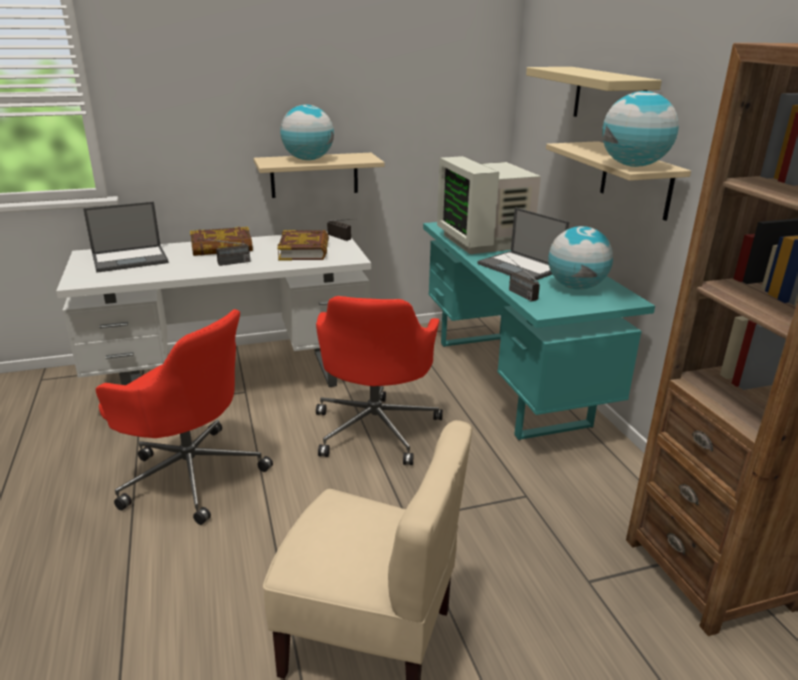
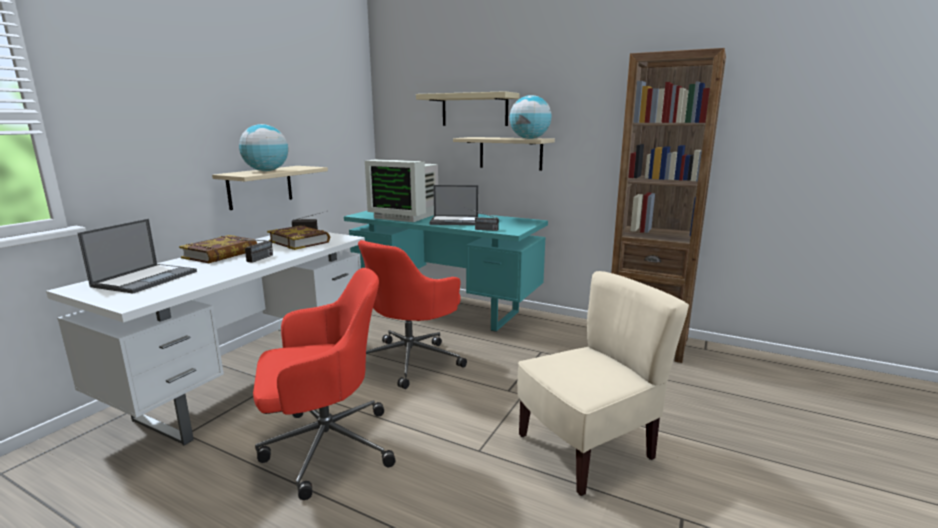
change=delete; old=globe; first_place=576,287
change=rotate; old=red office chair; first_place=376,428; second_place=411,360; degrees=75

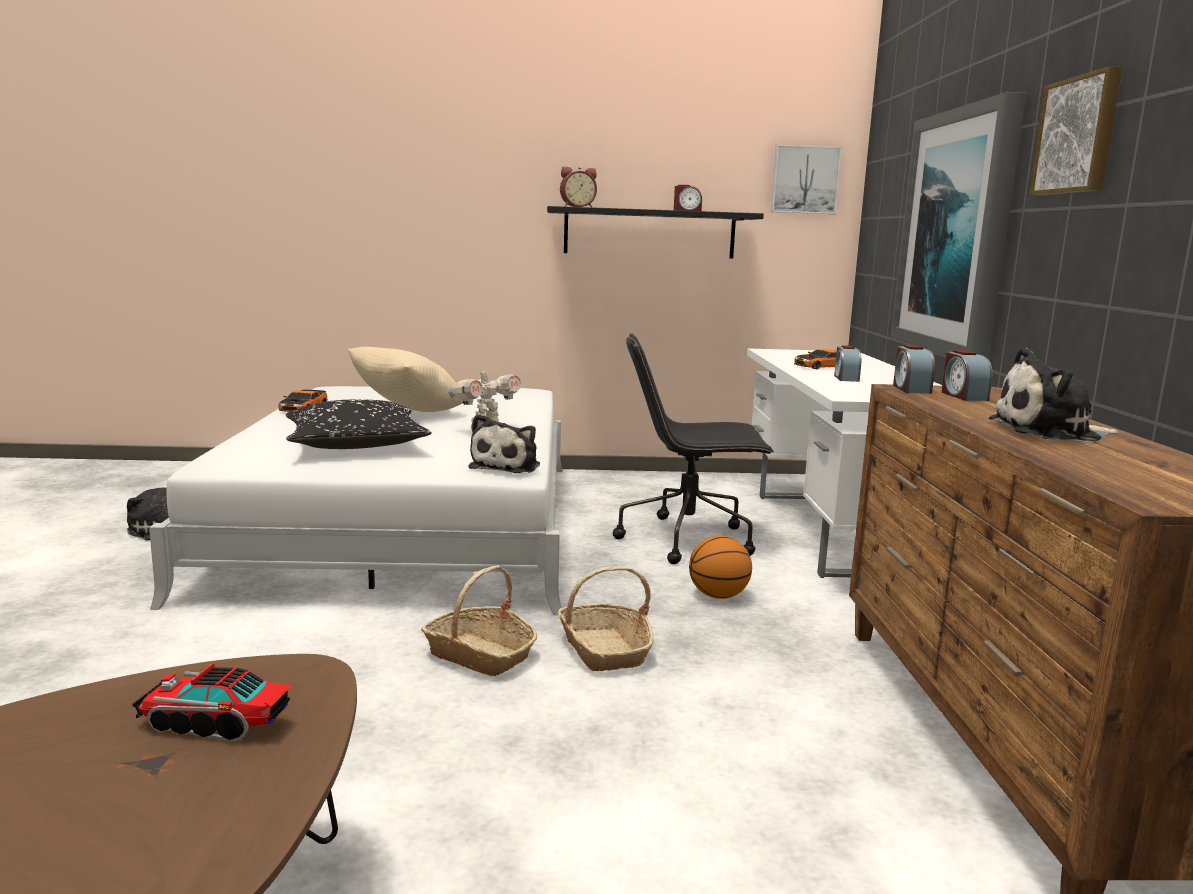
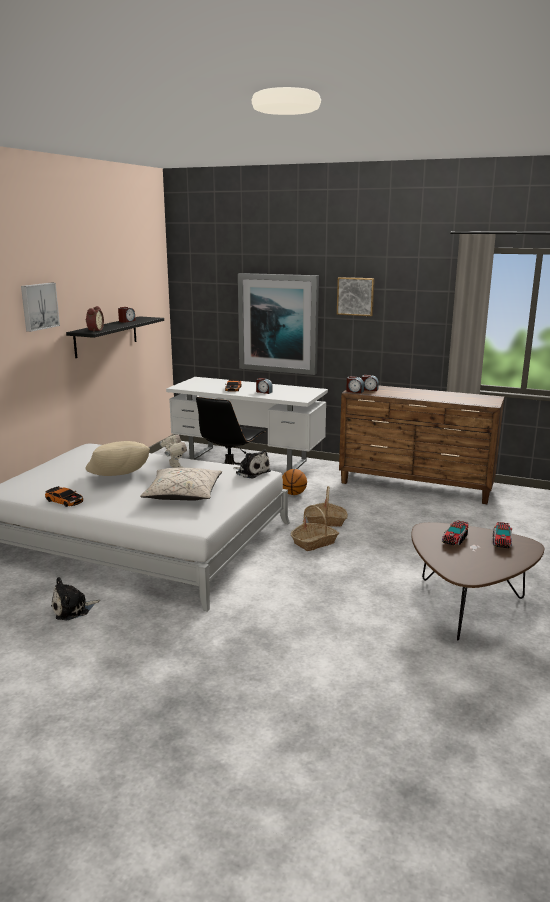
change=delete; old=plush toy; first_place=1050,432
change=insert; new=toy truck; second_place=501,541
change=move; old=picture; first_place=804,180; second_place=38,306
change=recolor; old=black pillow; new=beige pillow; first_place=355,445; second_place=183,495

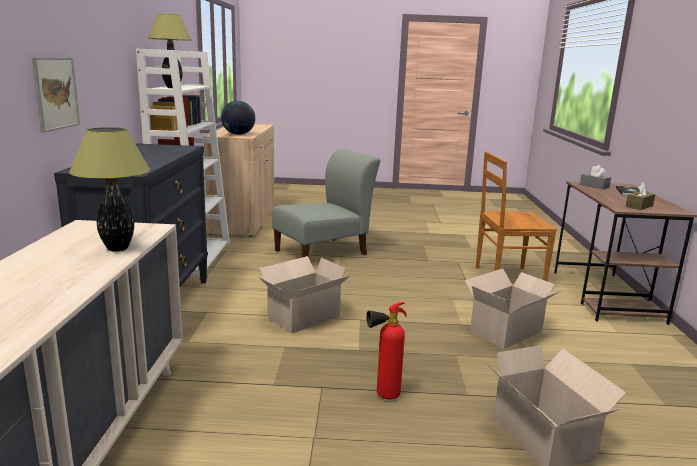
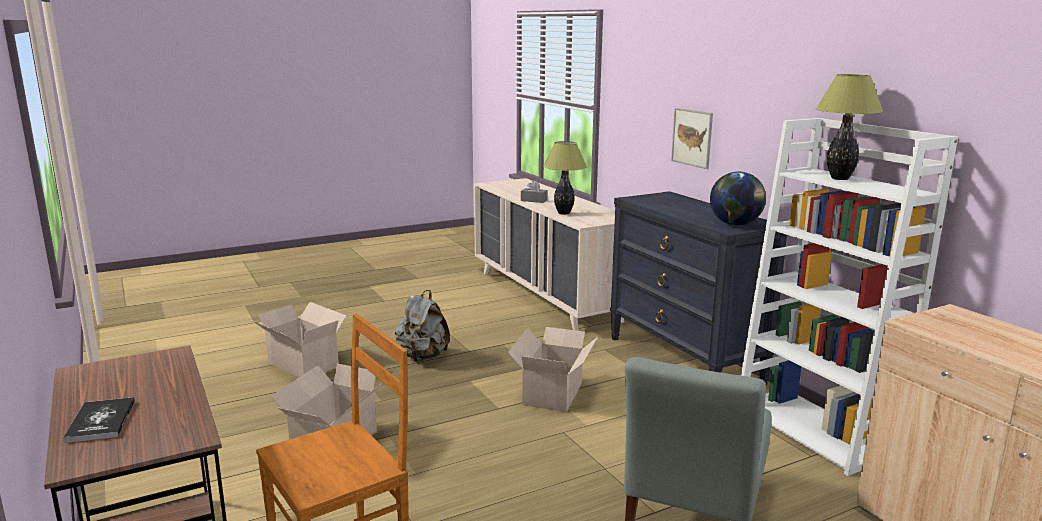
change=delete; old=brown tissue box; first_place=639,206
change=move; old=globe; first_place=238,134; second_place=735,224
change=move; old=grey tissue box; first_place=594,186; second_place=534,200
change=replace; old=fire extinguisher; new=grey backpack; first_place=382,396; second_place=423,357

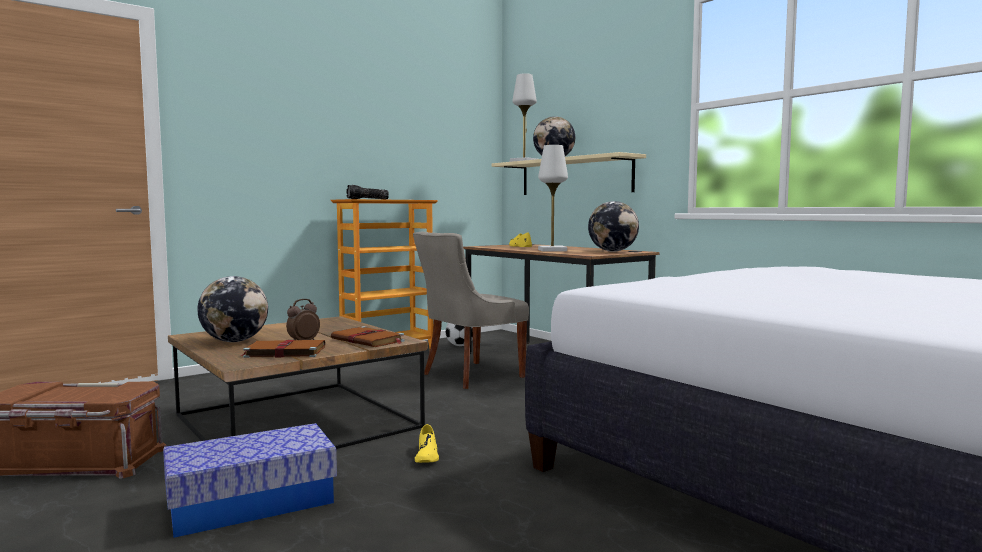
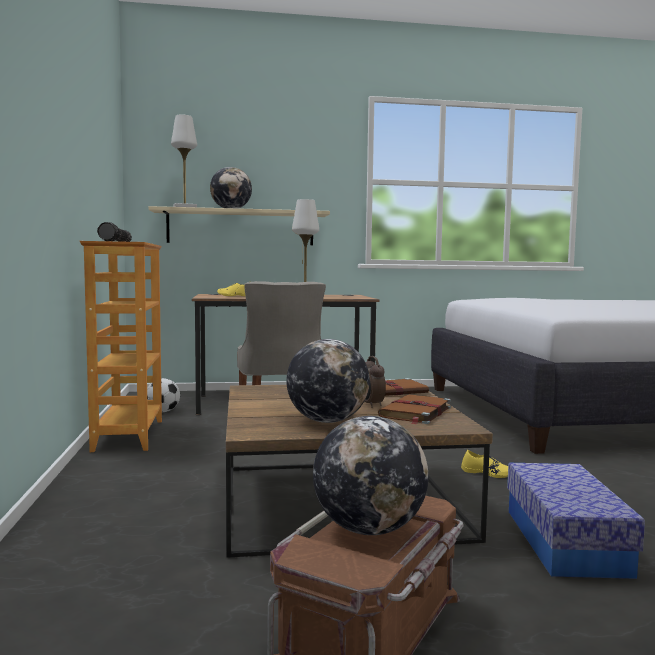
change=move; old=globe; first_place=612,251; second_place=368,529

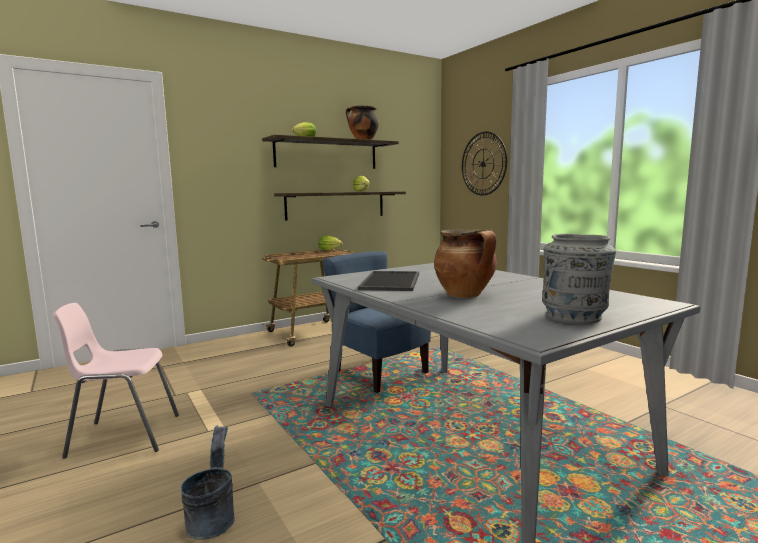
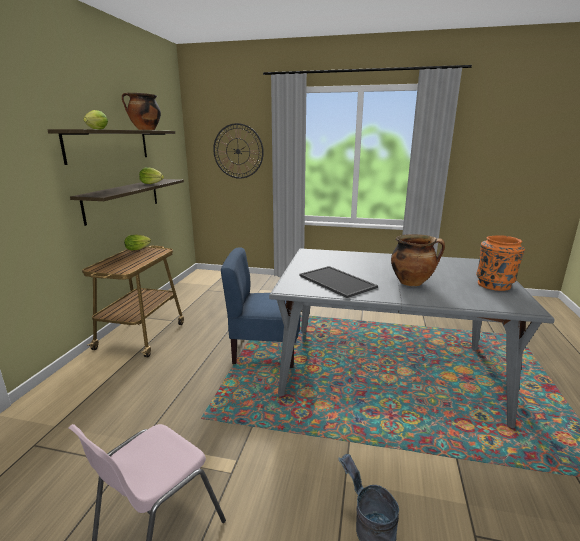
change=recolor; old=grey vase; new=orange vase; first_place=575,317; second_place=494,285

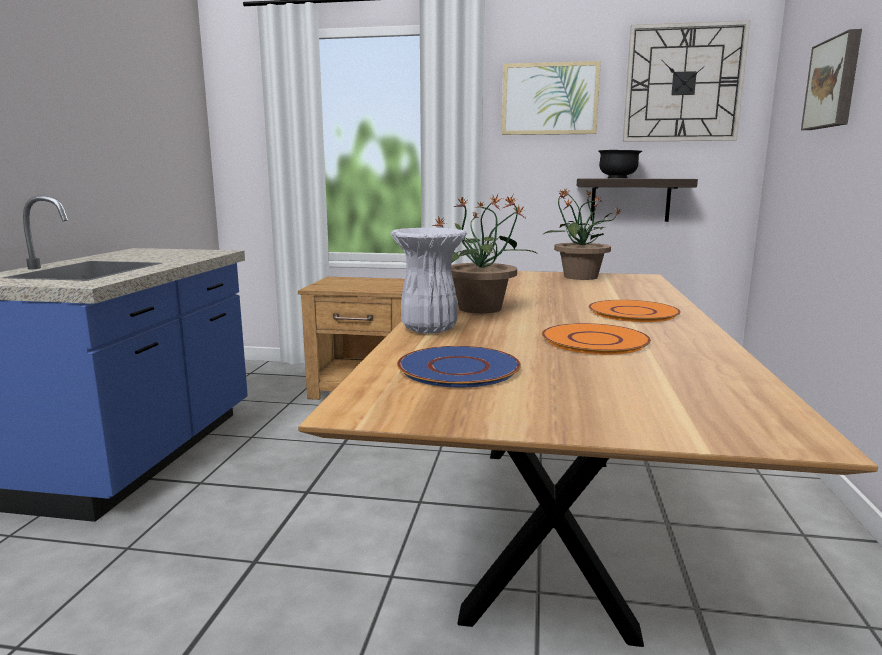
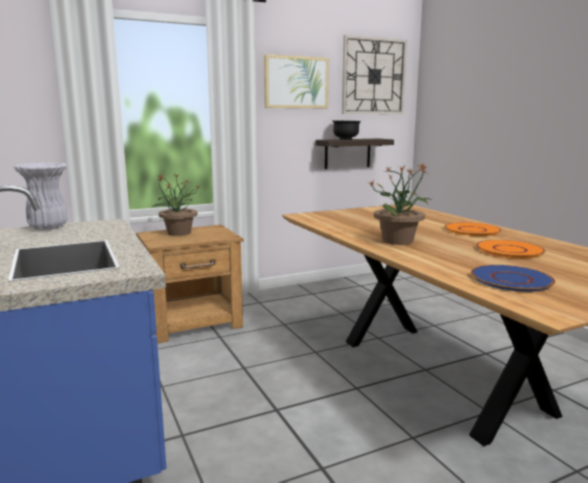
change=delete; old=picture; first_place=834,83
change=move; old=white vase; first_place=428,329; second_place=48,227
change=move; old=potted plant; first_place=579,277; second_place=178,233

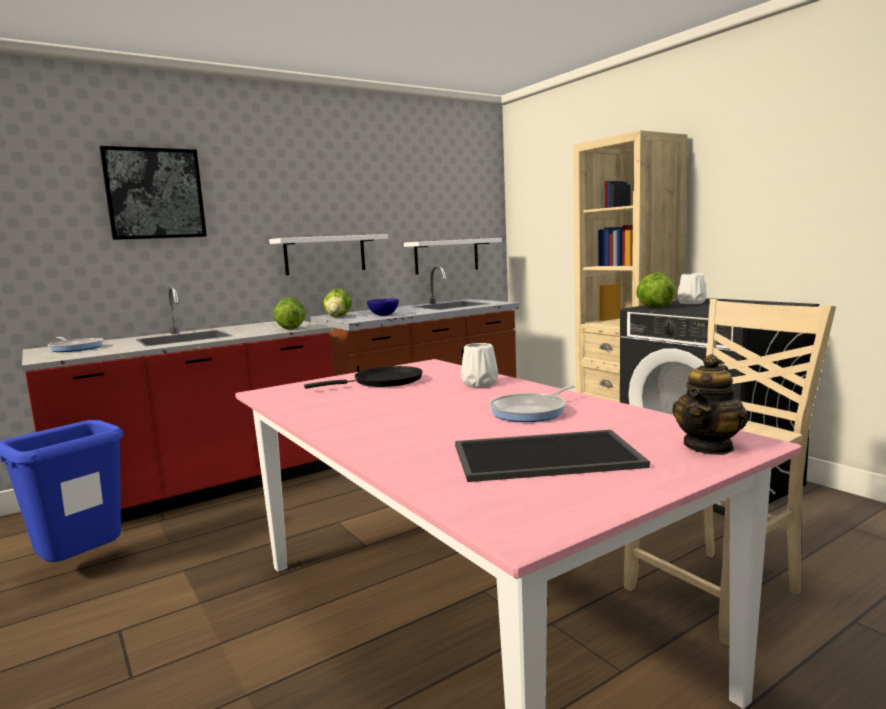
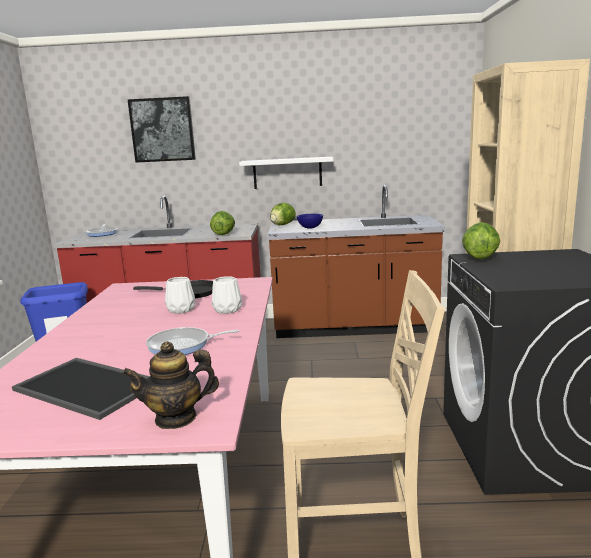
change=delete; old=white shelf; first_place=446,256
change=move; old=white vase; first_place=690,303; second_place=181,309

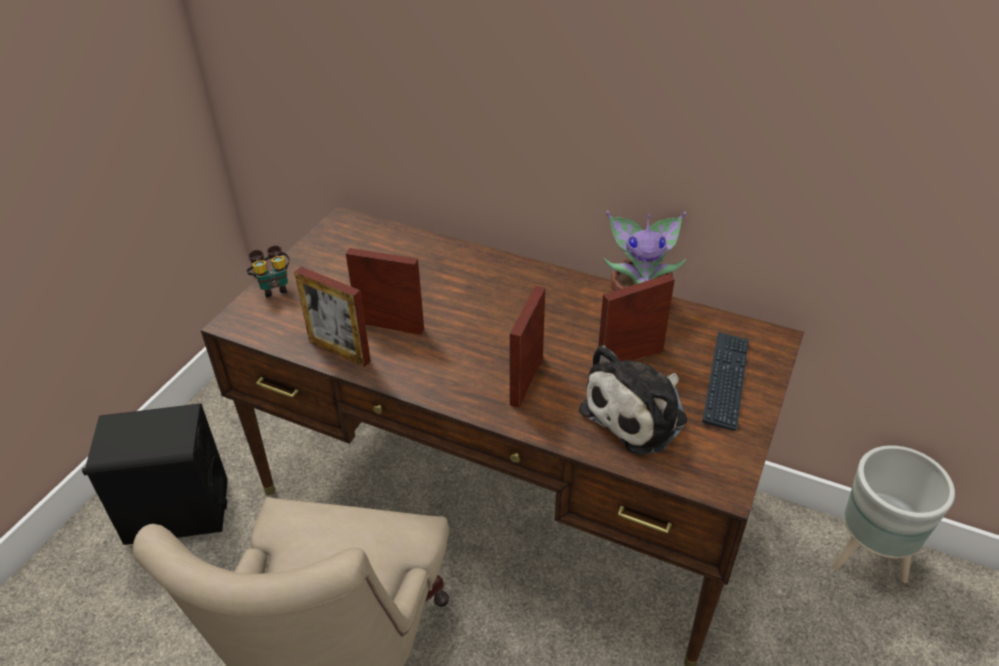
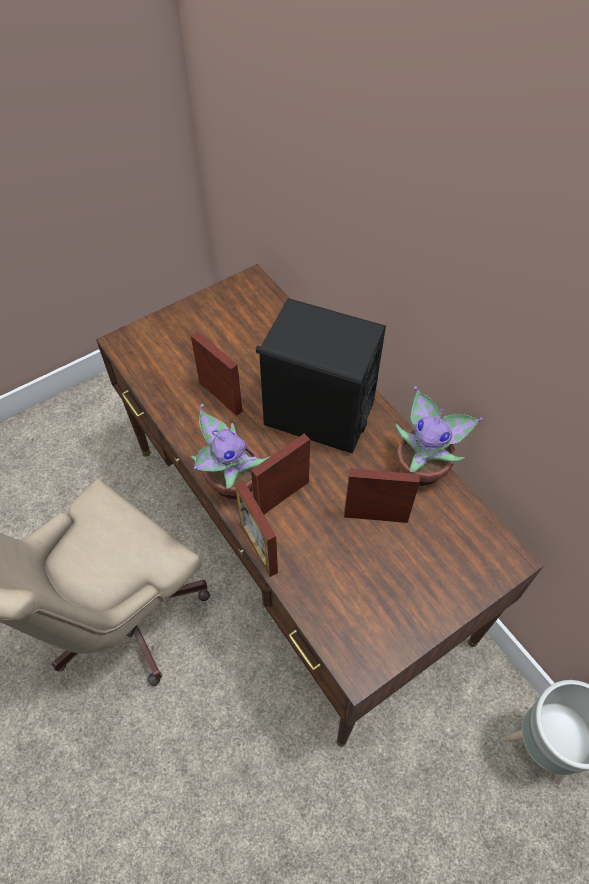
change=delete; old=binoculars; first_place=273,287
change=delete; old=plush toy; first_place=638,413
change=delete; old=keyboard; first_place=726,380
change=insert; new=potted plant; second_place=231,482
change=move; old=black speaker; first_place=177,512; second_place=318,414
change=move; old=picture frame; first_place=339,351; second_place=258,548

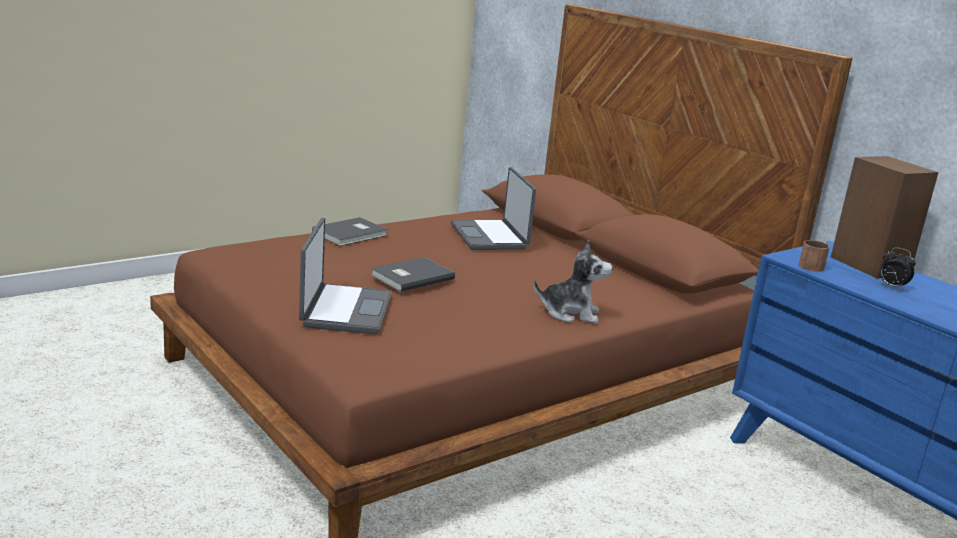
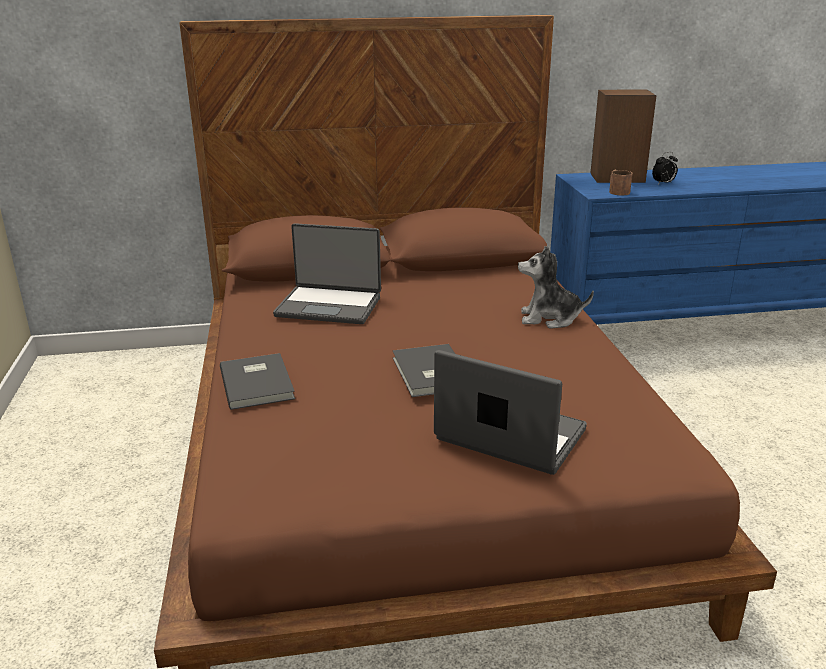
change=rotate; old=plush toy; first_place=570,313; second_place=549,318; degrees=-120

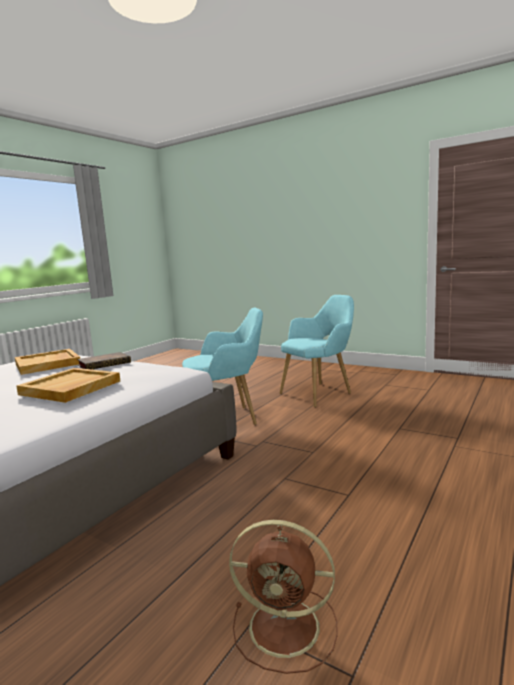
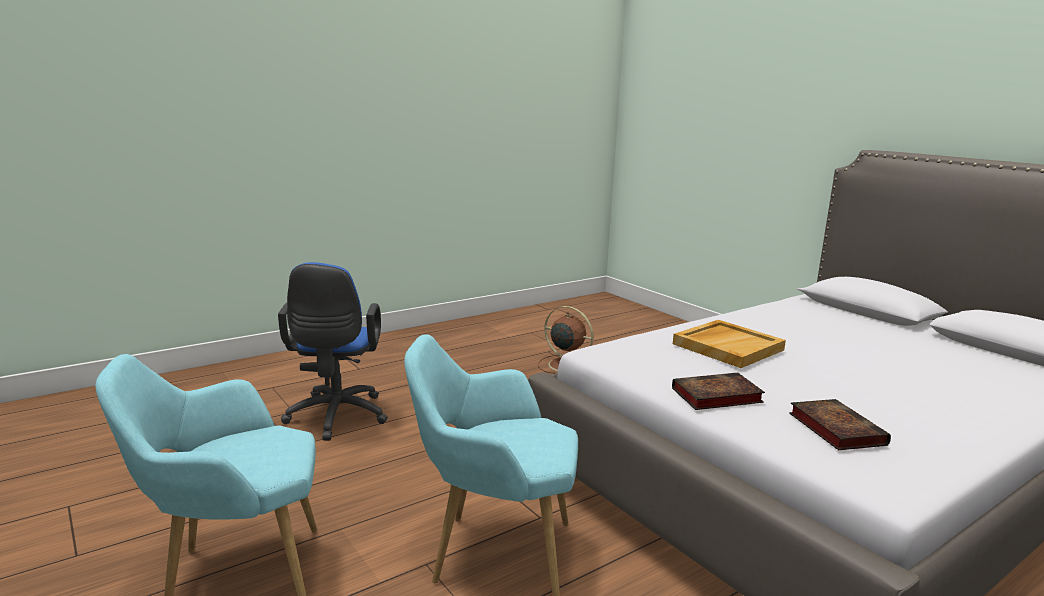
change=insert; new=blue office chair; second_place=335,418
change=replace; old=beige tray; new=book; first_place=48,364; second_place=834,428

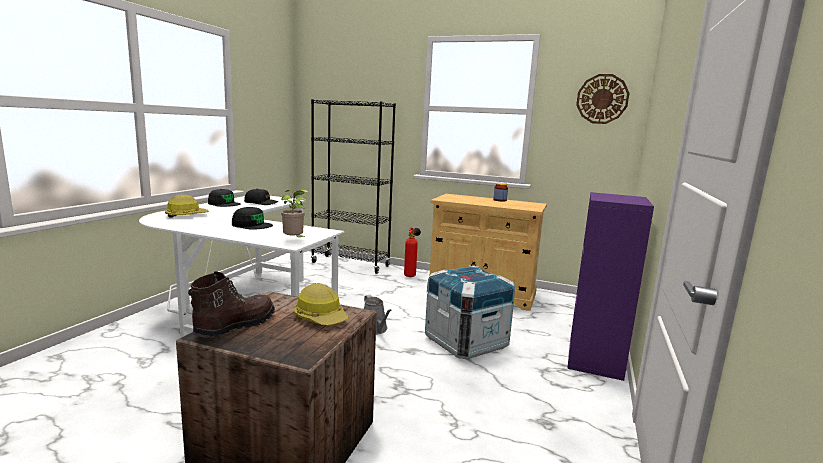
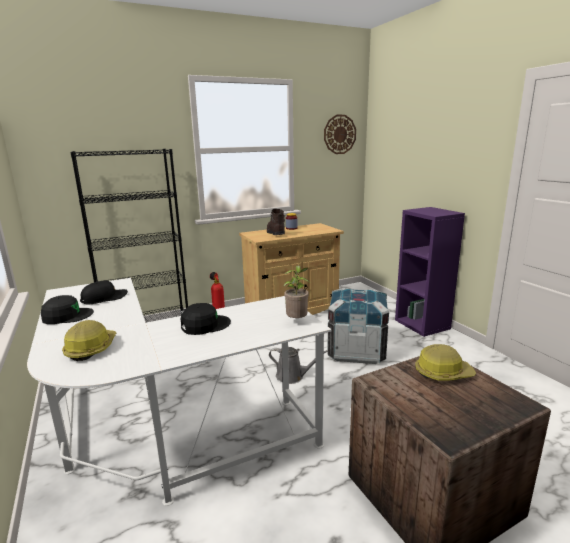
change=move; old=brown boot; first_place=235,326; second_place=275,233

